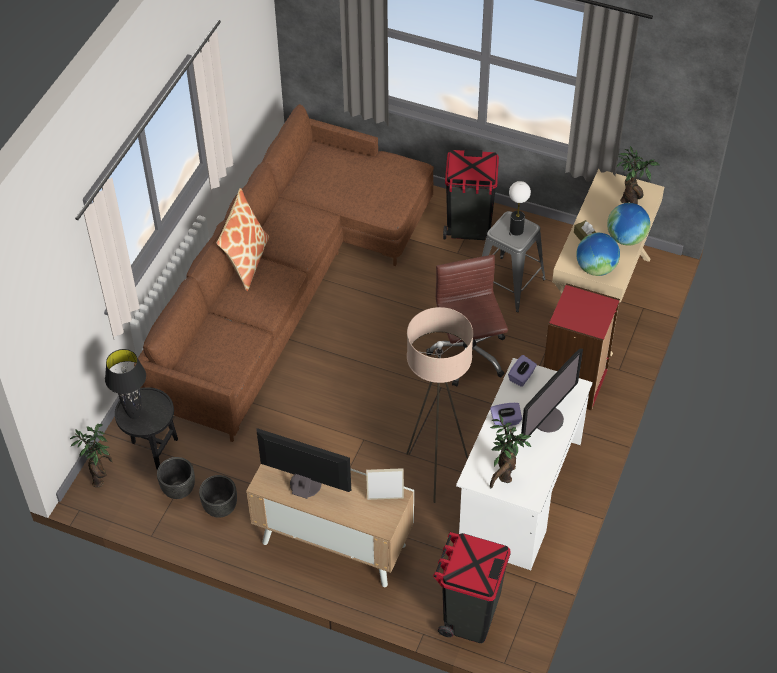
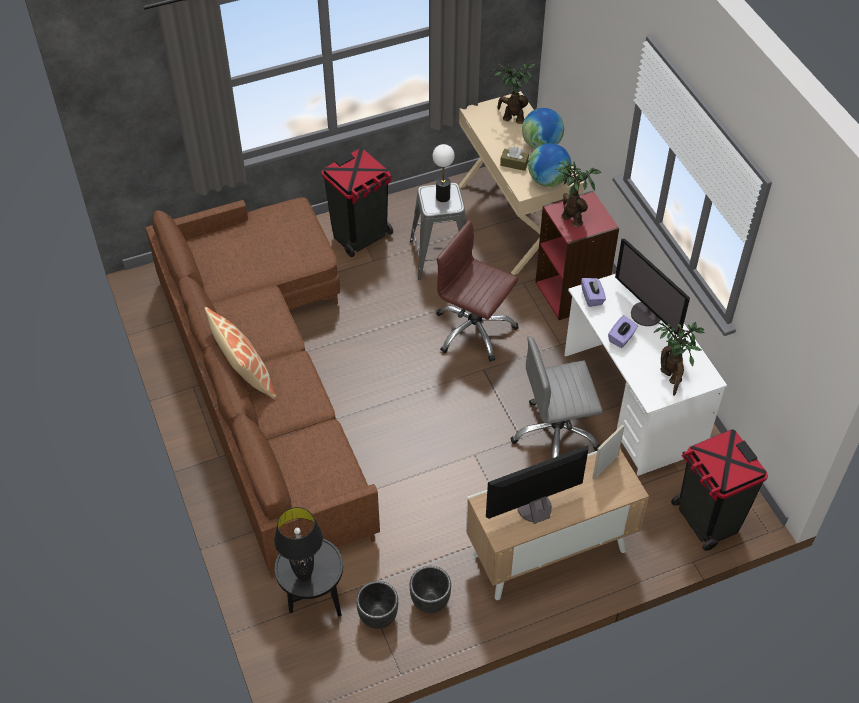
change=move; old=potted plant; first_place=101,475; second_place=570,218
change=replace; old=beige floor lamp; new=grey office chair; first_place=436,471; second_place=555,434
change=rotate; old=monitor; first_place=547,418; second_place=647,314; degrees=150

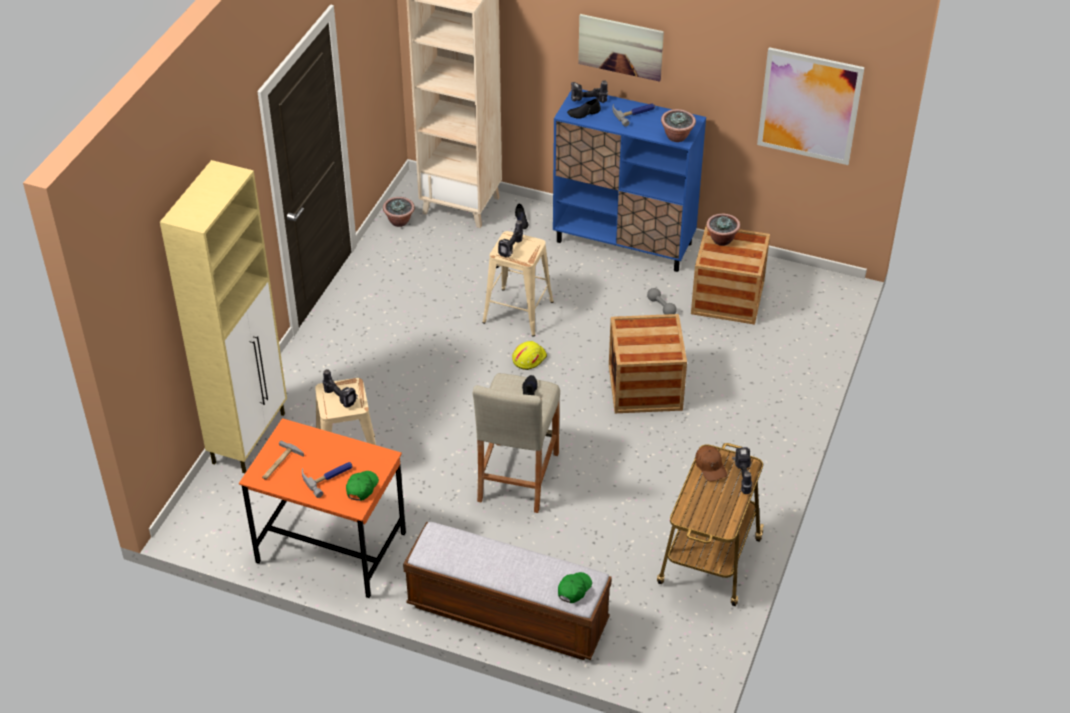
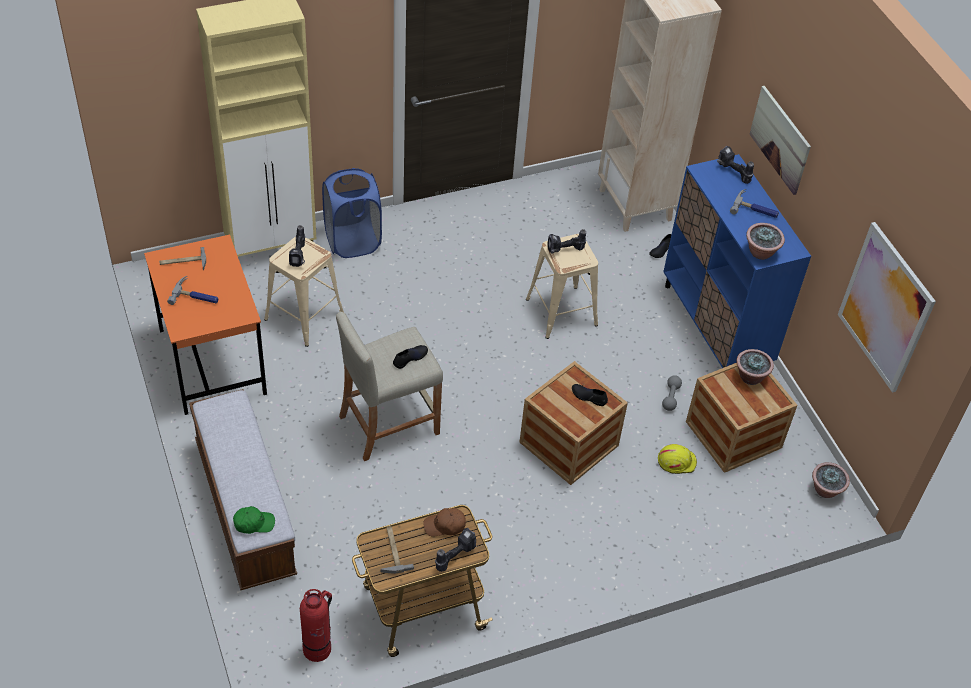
change=delete; old=green cap; first_place=362,488
change=insert; new=fire extinguisher; second_place=318,648
change=insert; new=blue laundry basket; second_place=352,241
change=insert; new=hammer; second_place=392,550
change=move; old=potted plant; first_place=399,221; second_place=825,490
change=move; old=yellow hard hat; first_place=528,358; second_place=676,461
change=move; old=black shoe; first_place=583,113; second_place=588,397
change=rotate; old=brown cap; first_place=710,467; second_place=445,526; degrees=60

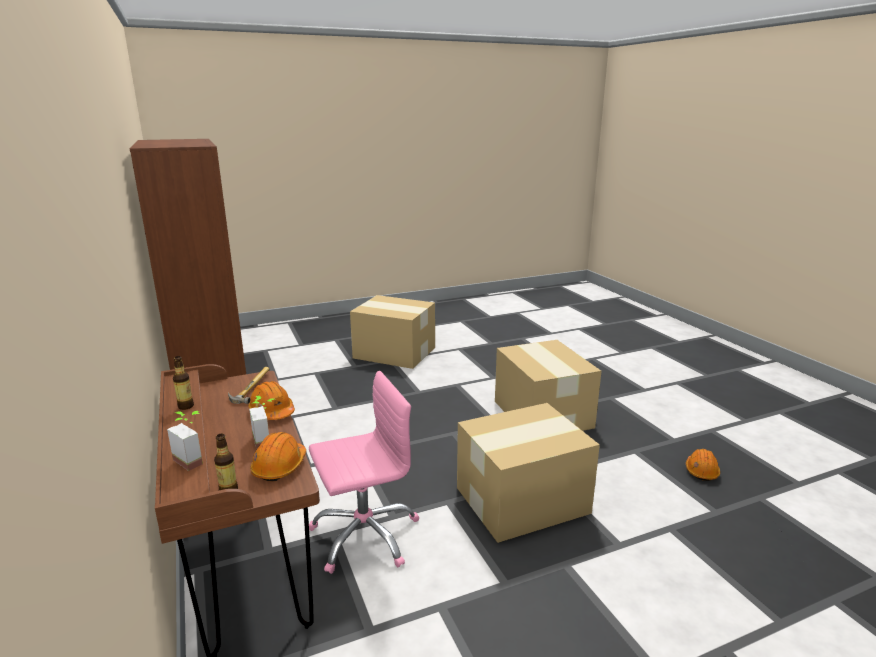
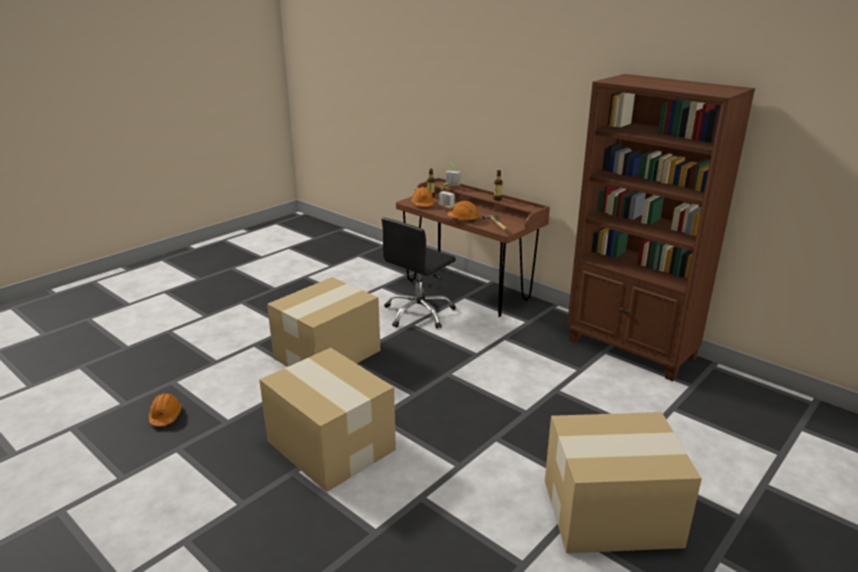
change=recolor; old=pink office chair; new=black office chair; first_place=364,535; second_place=419,313

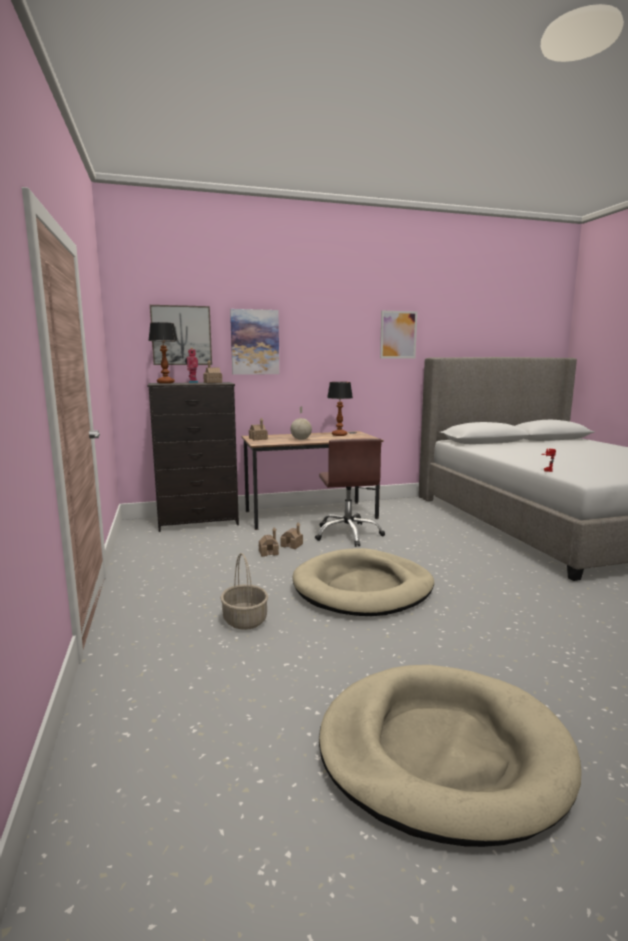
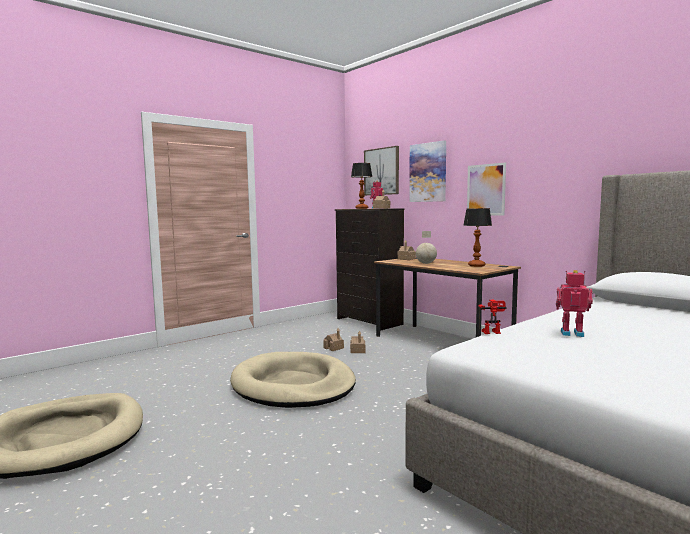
change=delete; old=basket; first_place=244,620
change=delete; old=brown office chair; first_place=348,534
change=insert; new=toy robot; second_place=571,333
change=move; old=picture; first_place=398,335; second_place=486,189

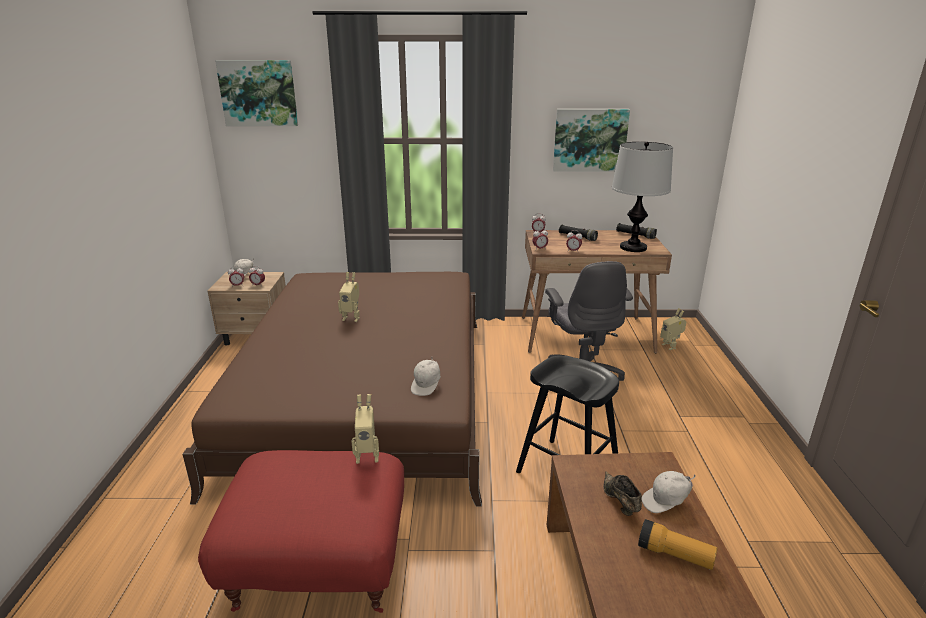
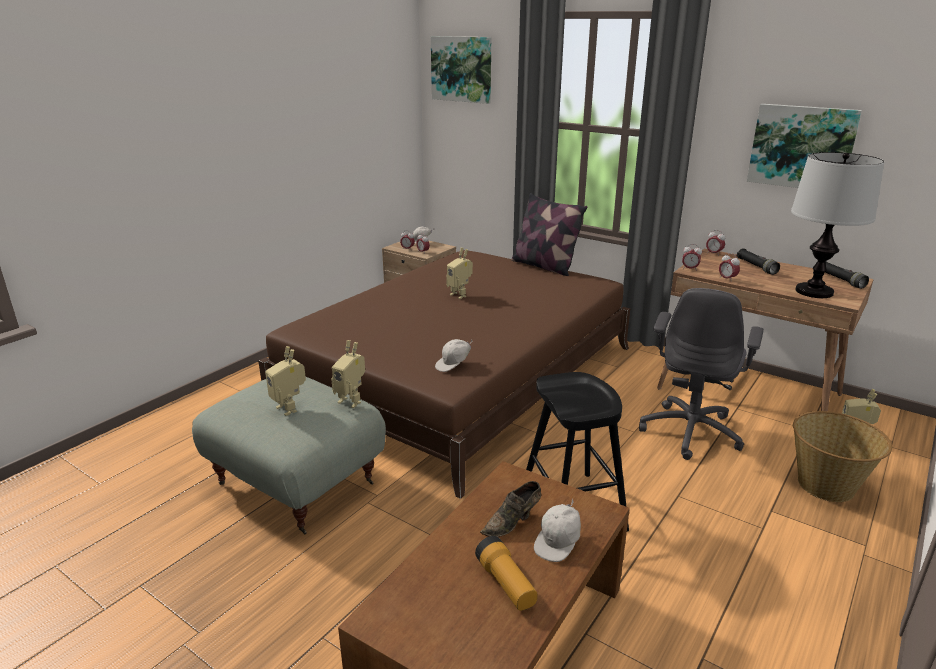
change=insert; new=toy robot; second_place=290,408
change=insert; new=pillow; second_place=544,266
change=insert; new=basket; second_place=827,485
change=recolor; old=red ottoman; new=grey ottoman; first_place=320,565; second_place=298,482
change=rotate; old=brown shoe; first_place=620,502; second_place=513,522; degrees=-150
change=rotate; old=white cap; first_place=666,502; second_place=559,543; degrees=-75

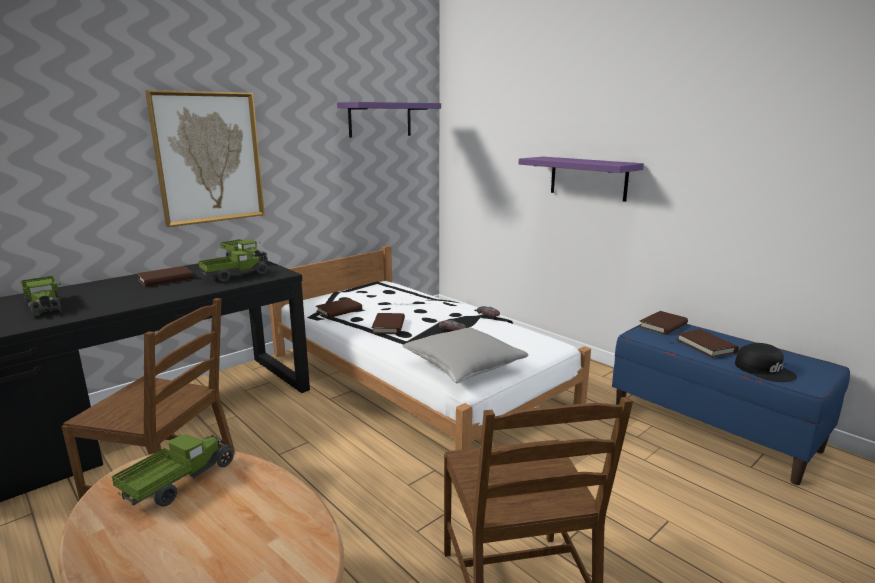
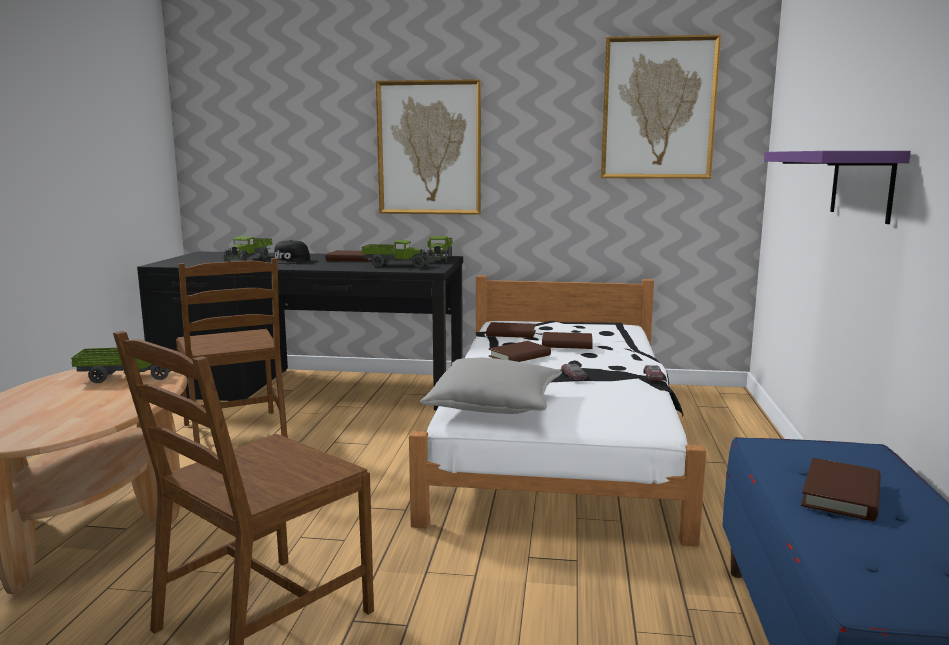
change=move; old=brown book; first_place=663,325; second_place=567,344
change=move; old=black cap; first_place=764,370; second_place=289,261
change=replace; old=purple shelf; new=picture; first_place=380,119; second_place=658,108

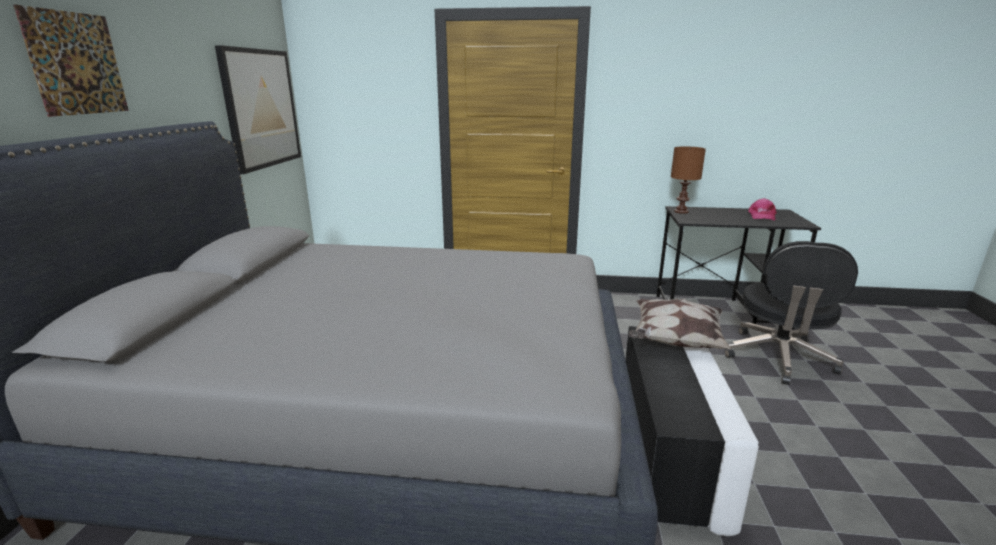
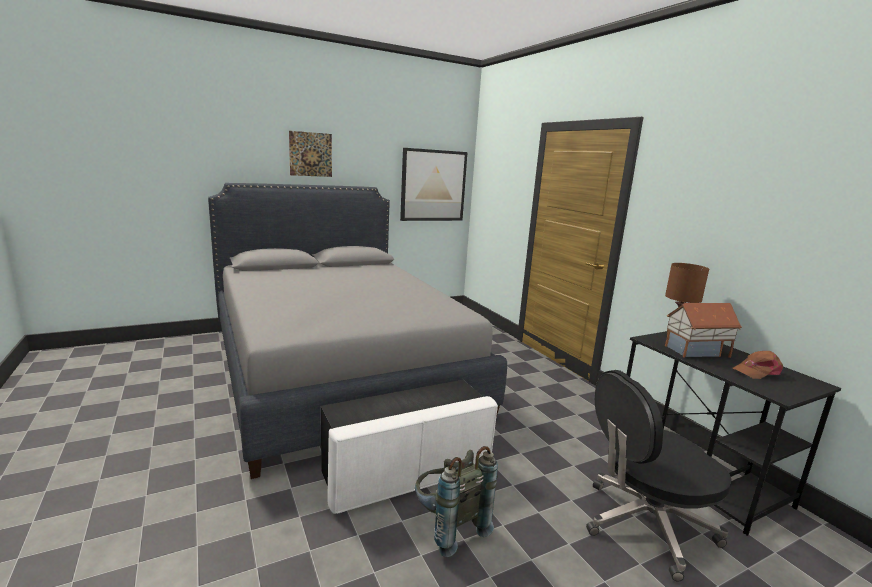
change=delete; old=pillow; first_place=675,341
change=insert; new=grey backpack; second_place=447,527
change=insert; new=toy house; second_place=697,352
change=recolor; old=pink cap; new=brown cap; first_place=761,216; second_place=757,371

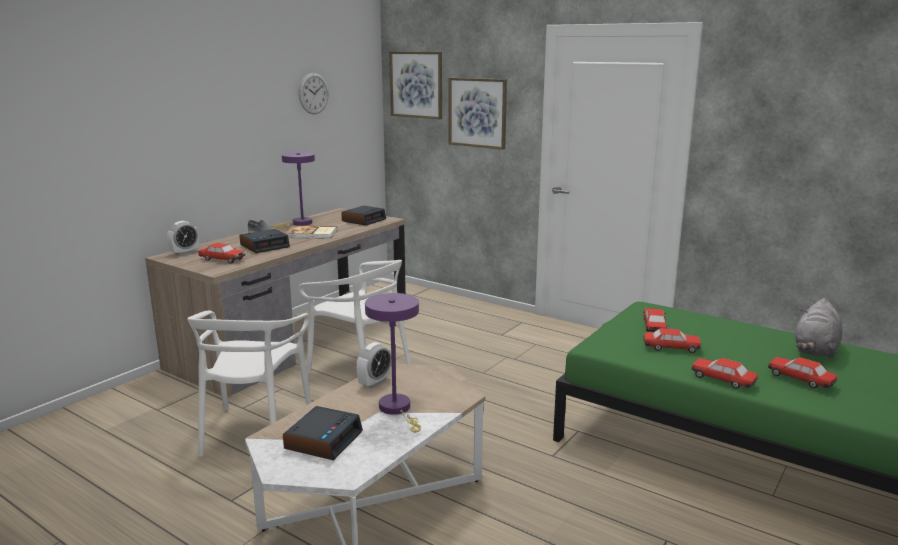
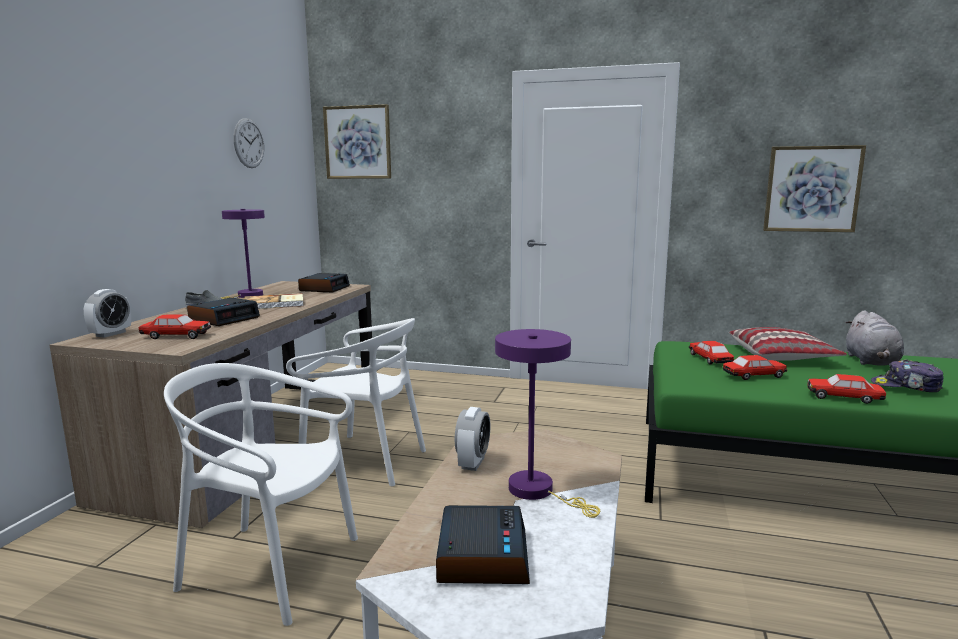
change=insert; new=pillow; second_place=782,356
change=move; old=picture; first_place=477,112; second_place=812,189
change=replace; old=toy car; new=cap; first_place=800,379; second_place=906,387
change=rotate; old=white chair; first_place=254,432; second_place=270,568; degrees=120

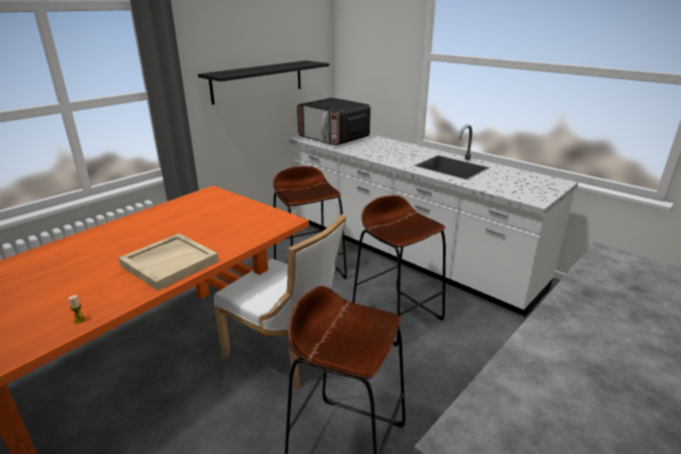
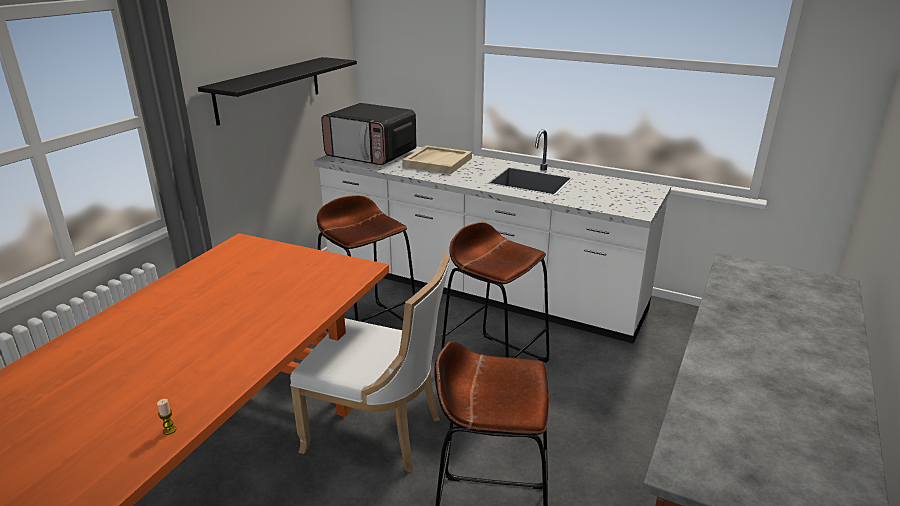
change=move; old=beige tray; first_place=170,263; second_place=437,162

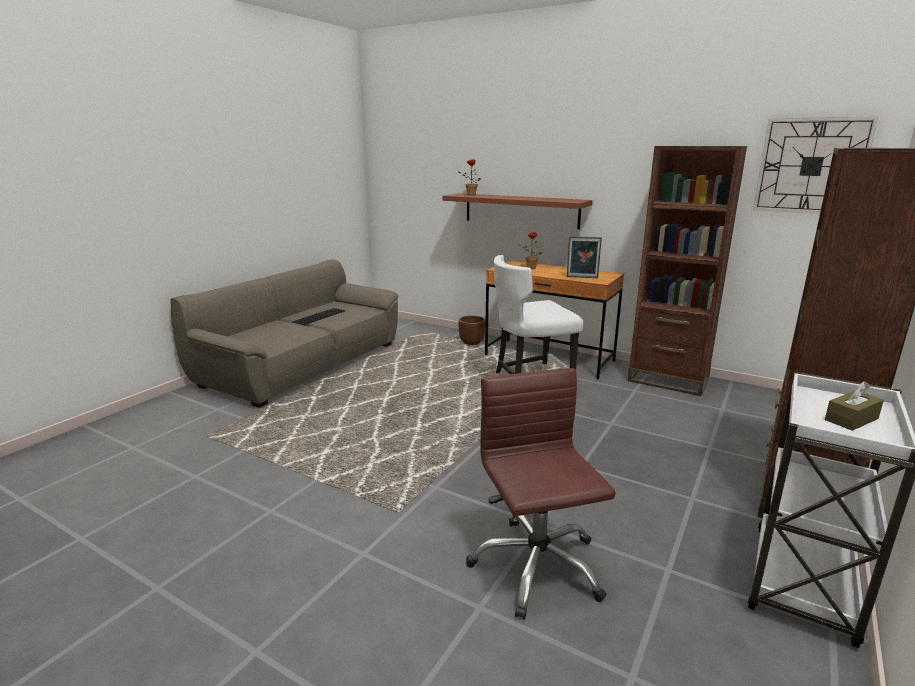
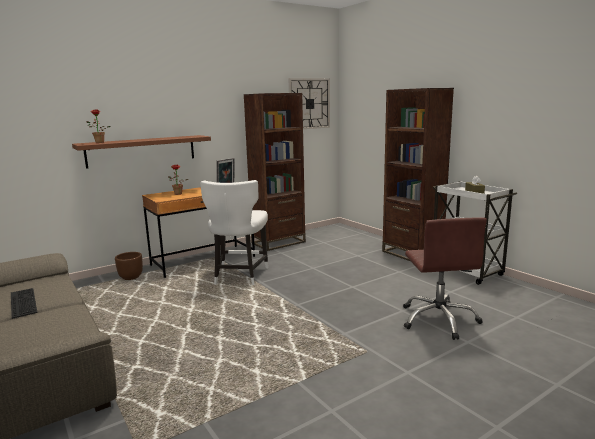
change=rotate; old=brown office chair; first_place=536,566; second_place=439,320; degrees=-105

